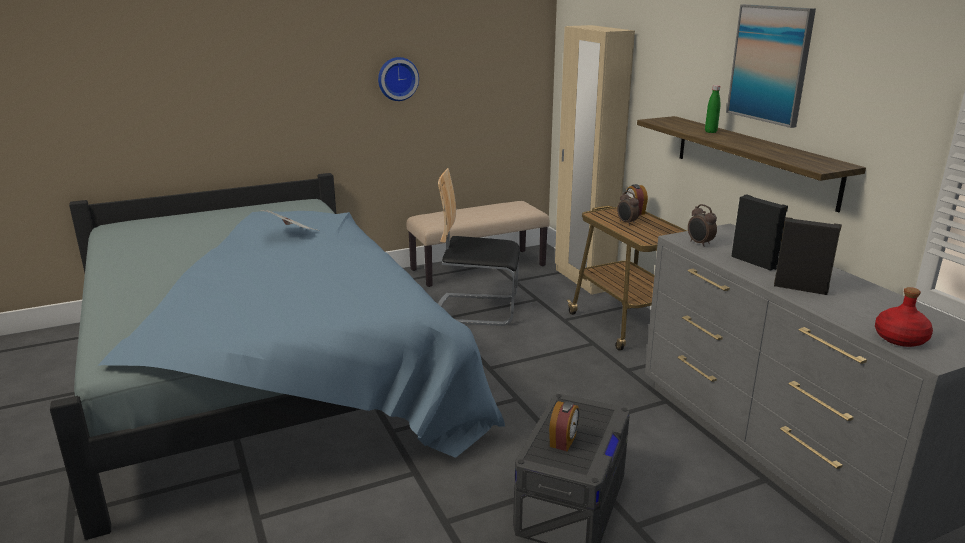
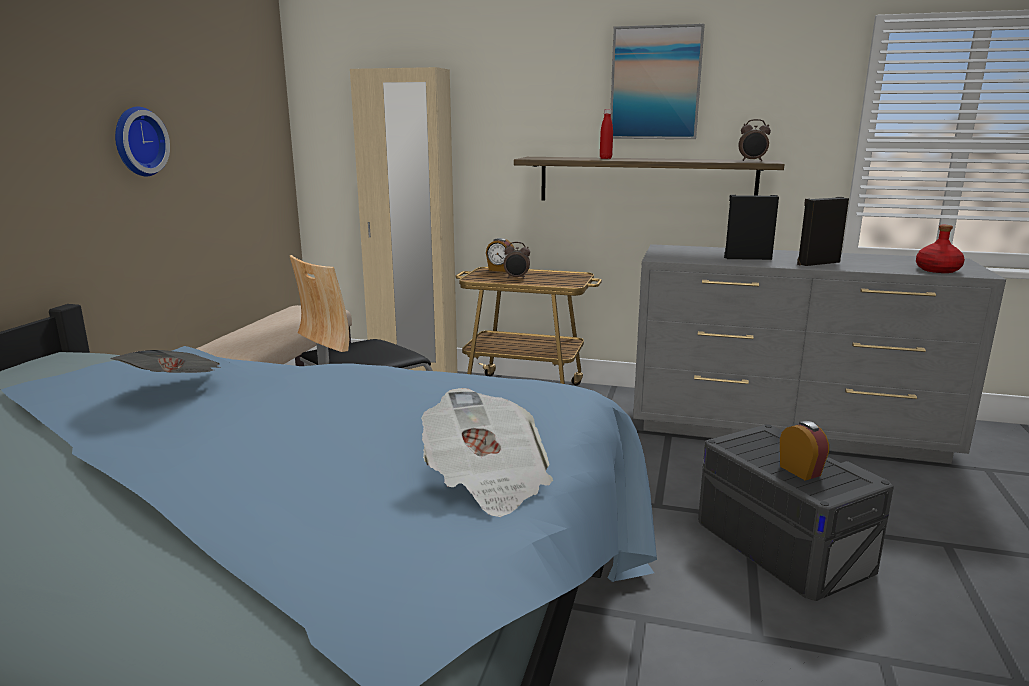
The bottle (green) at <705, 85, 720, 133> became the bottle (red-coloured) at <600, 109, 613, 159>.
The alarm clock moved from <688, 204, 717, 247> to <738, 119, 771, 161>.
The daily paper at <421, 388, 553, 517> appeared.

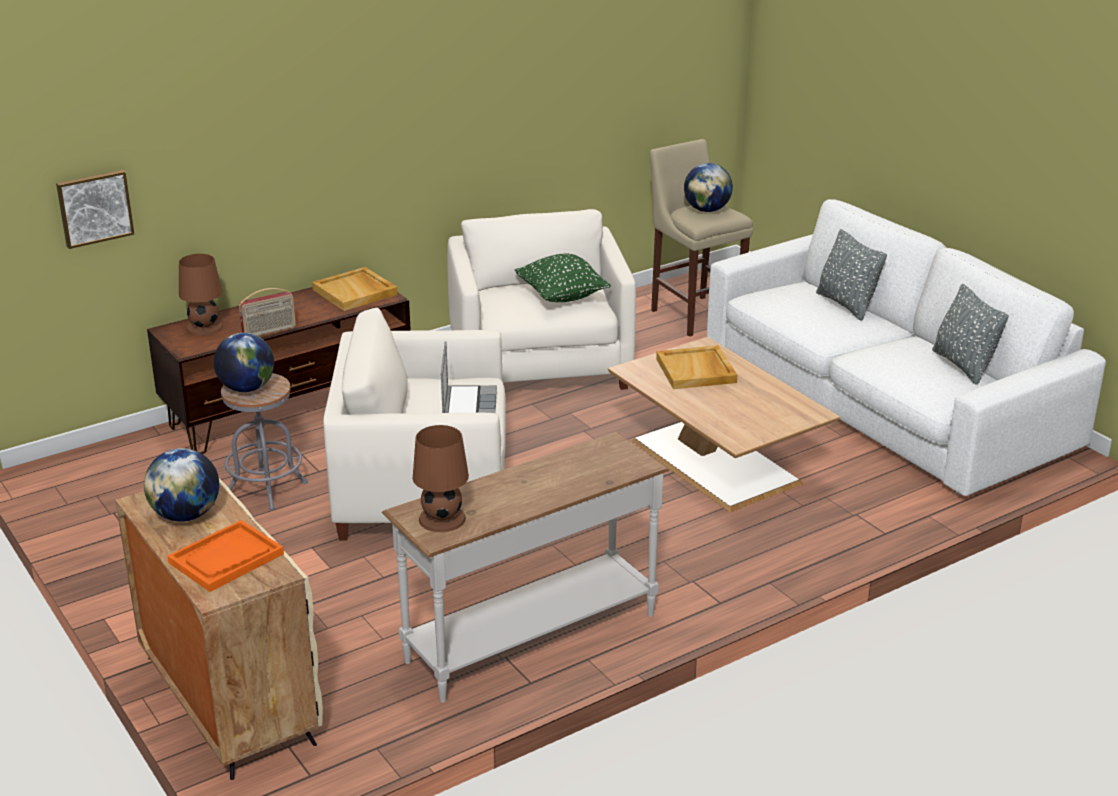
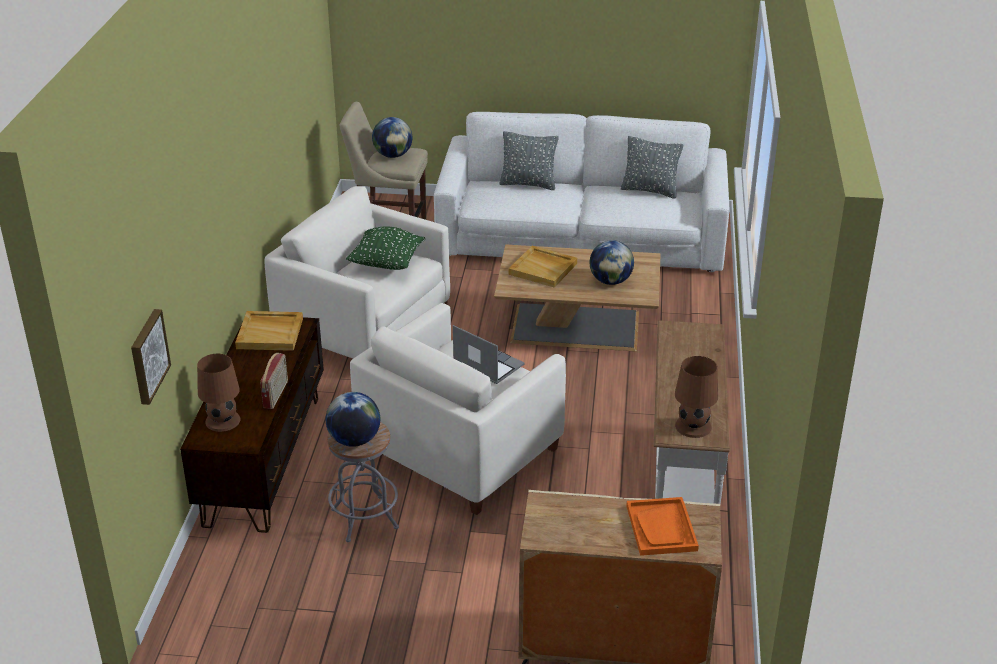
The globe moved from <144, 448, 219, 522> to <590, 240, 634, 285>.

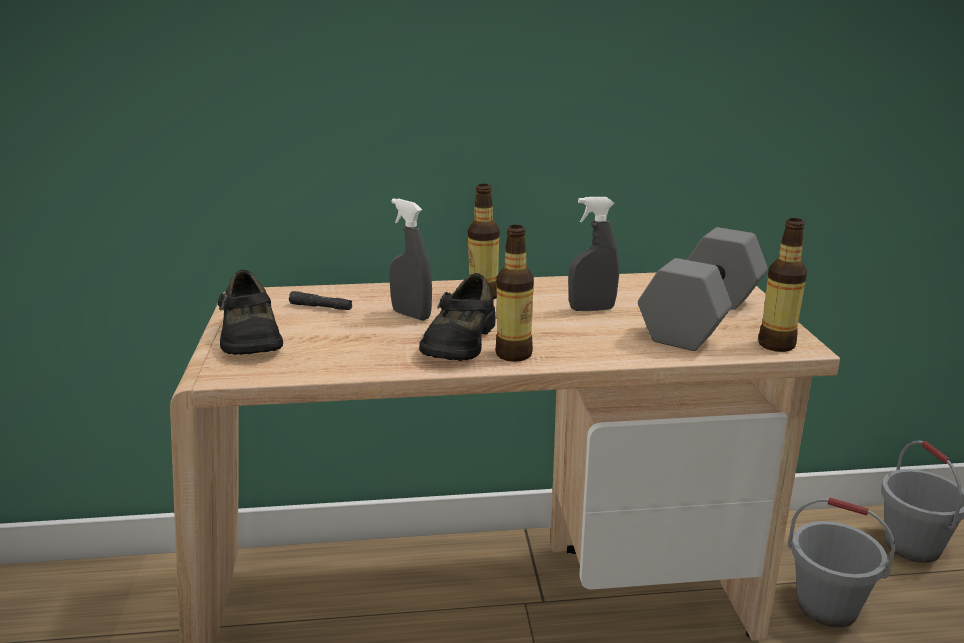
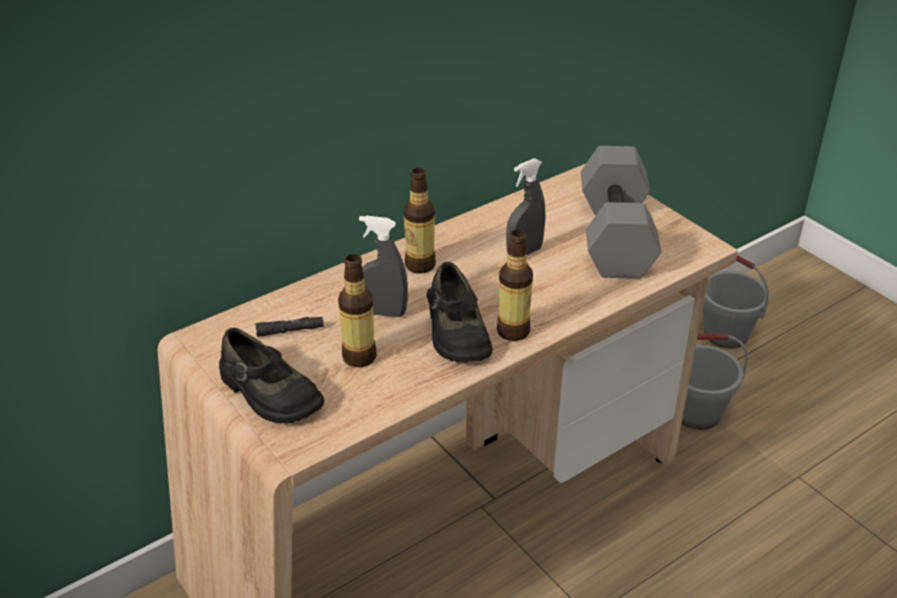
The bottle moved from <758, 218, 807, 352> to <338, 254, 377, 367>.

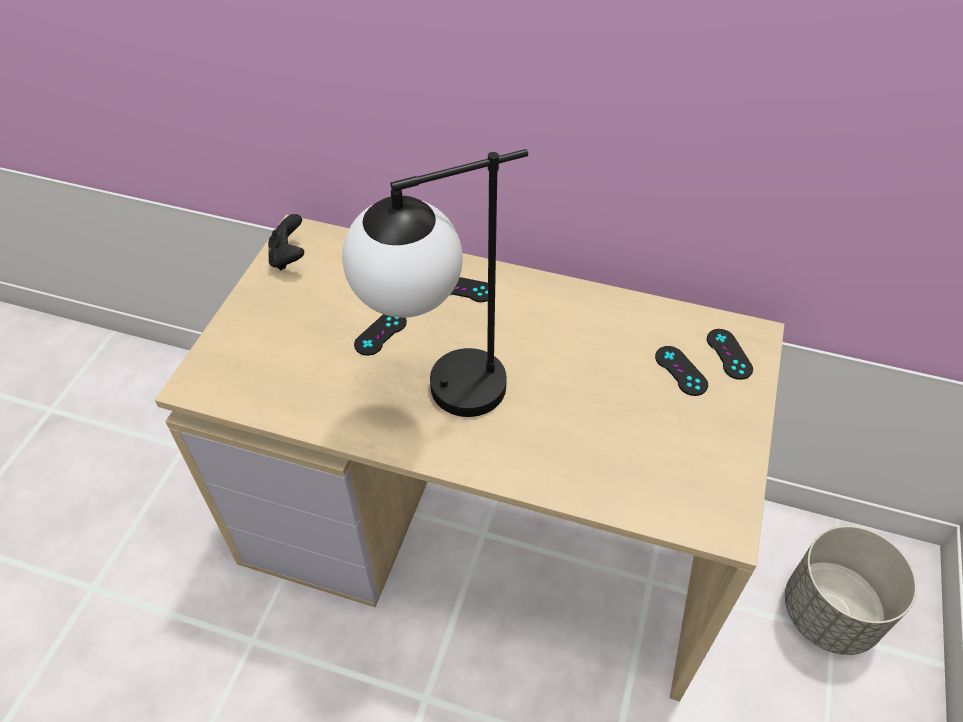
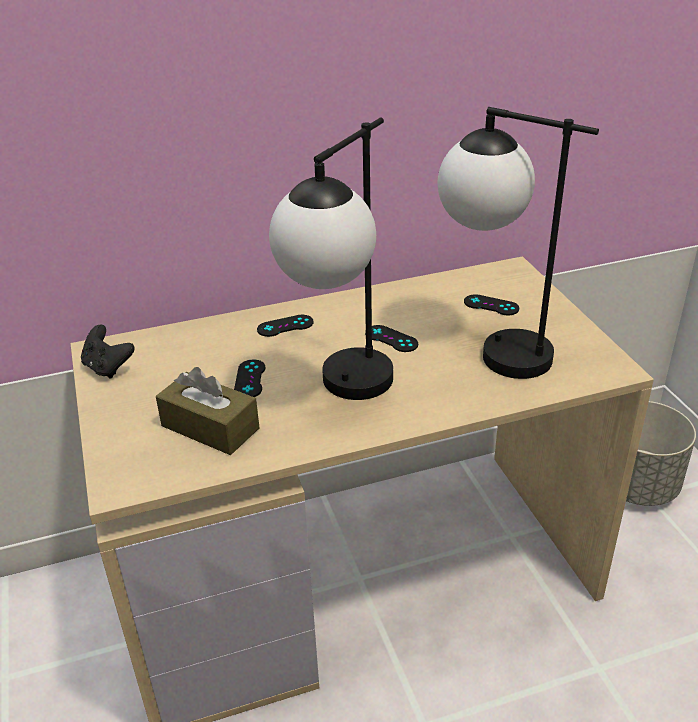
The joypad (black) moved from <707, 329, 753, 380> to <365, 325, 418, 352>.
The tabletop lamp at <438, 107, 599, 379> appeared.
The tissue holder (brown) at <156, 367, 259, 455> appeared.

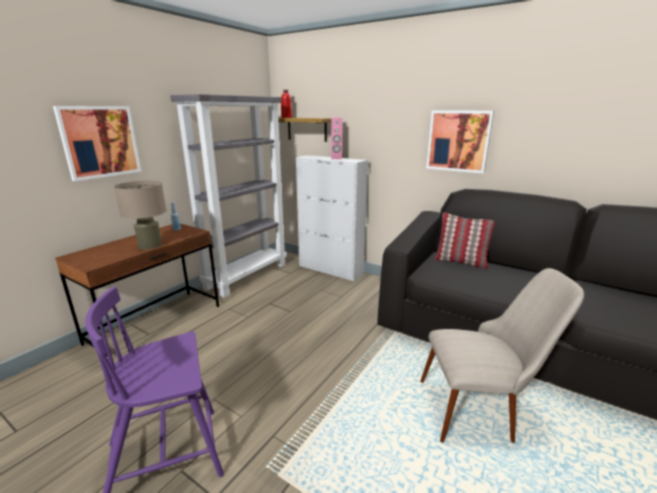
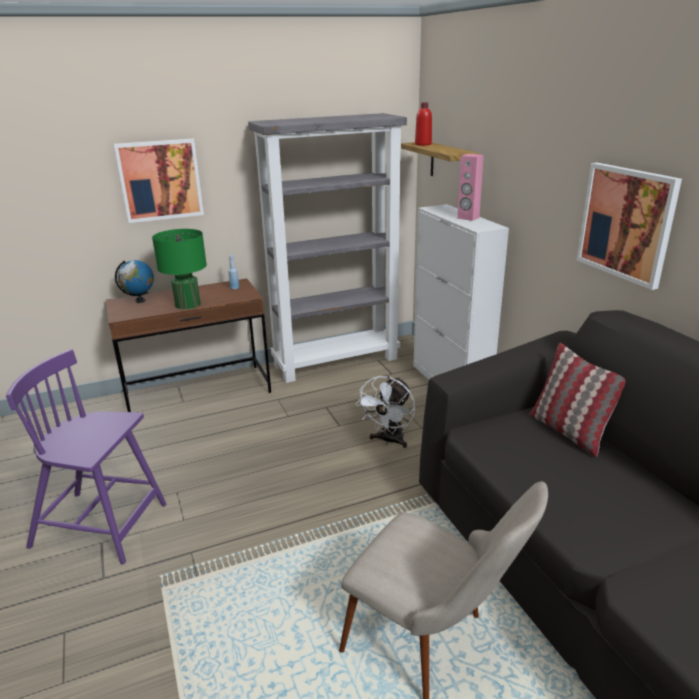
The tabletop lamp (sand-coloured) at <114, 181, 167, 250> became the tabletop lamp (green) at <152, 229, 207, 309>.
The globe at <115, 260, 154, 303> appeared.
The electric fan (white) at <356, 376, 415, 448> appeared.

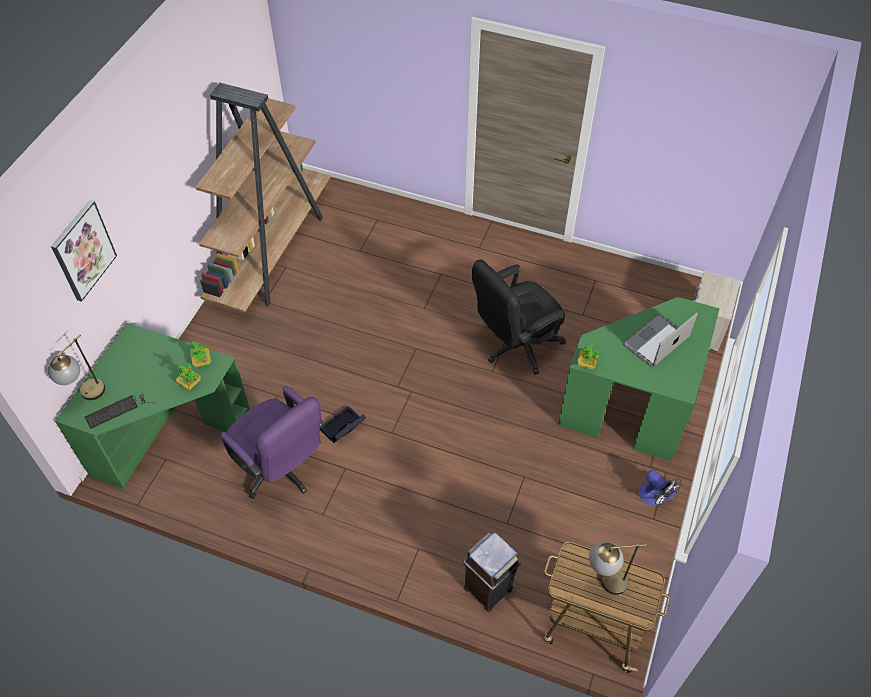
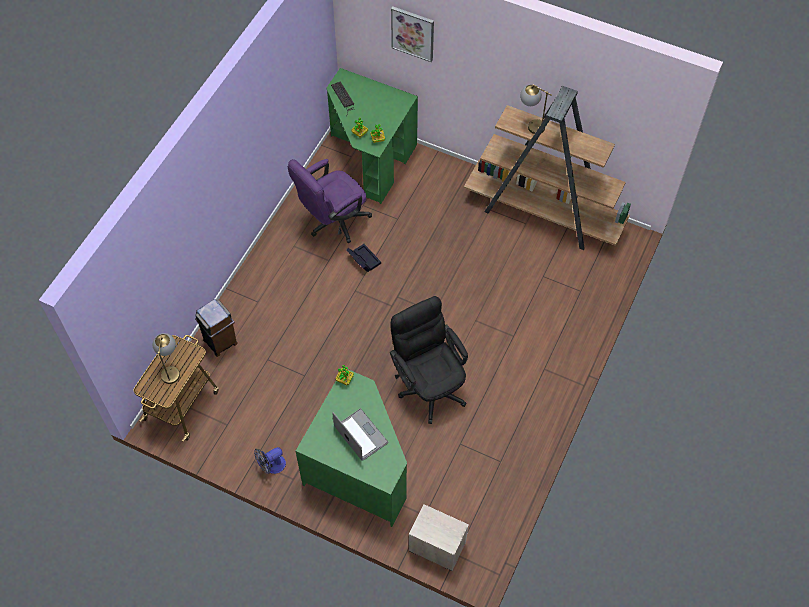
The tabletop lamp moved from <48, 334, 105, 400> to <520, 84, 552, 134>.

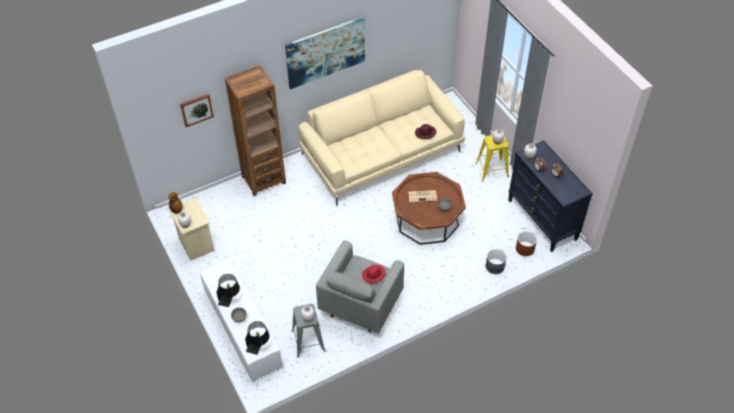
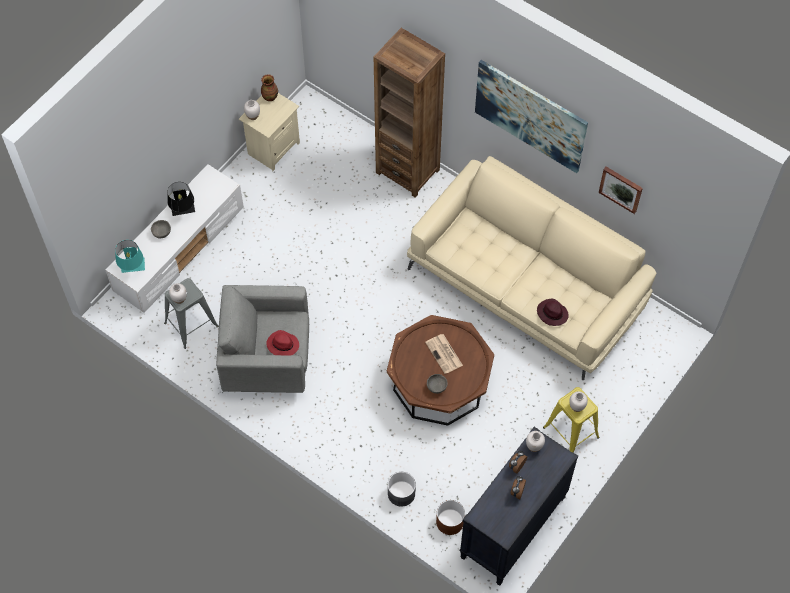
The picture moved from <180, 94, 214, 127> to <599, 167, 643, 214>.
The tabletop lamp (black) at <245, 321, 269, 355> became the tabletop lamp (blue-green) at <115, 240, 145, 273>.

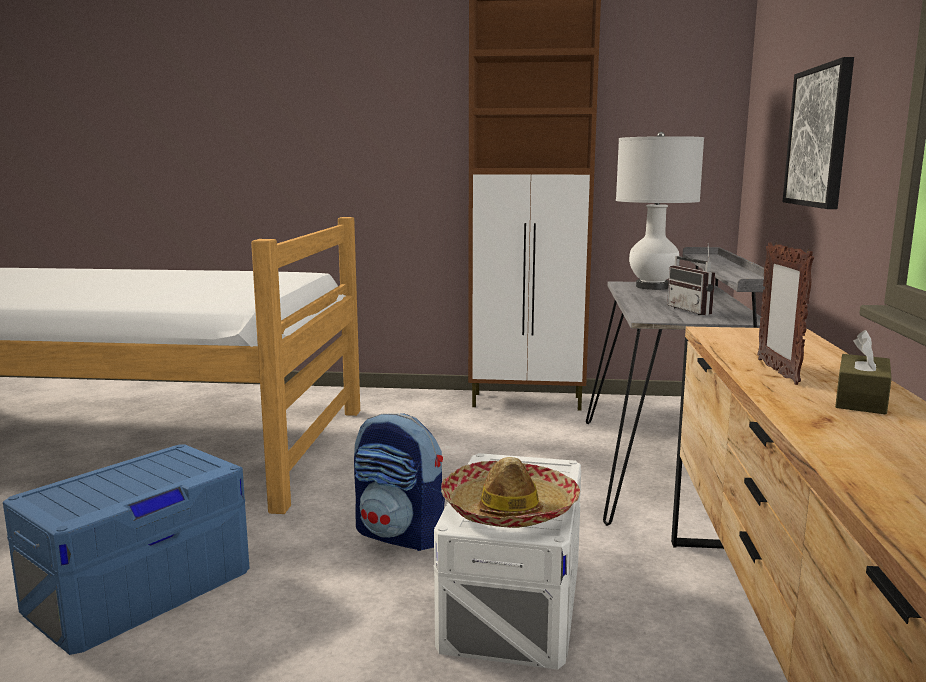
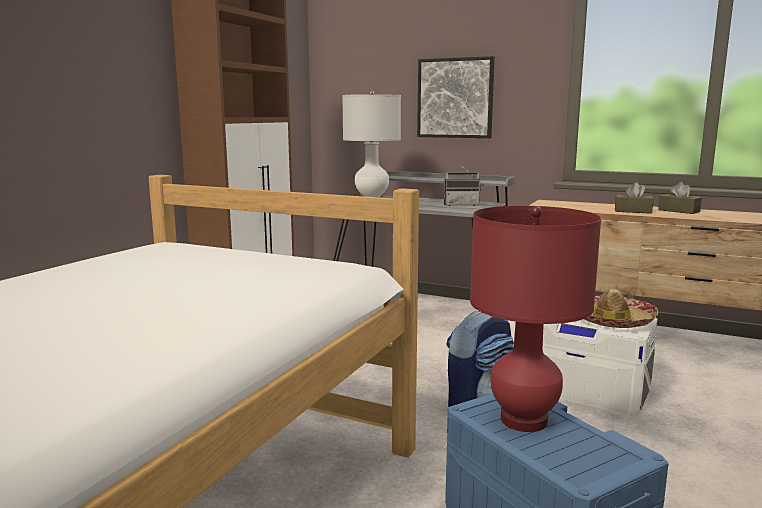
The photo frame at <757, 242, 814, 385> was replaced by the tissue holder (brown) at <615, 182, 654, 214>.
The tabletop lamp (red-coloured) at <470, 206, 601, 432> appeared.

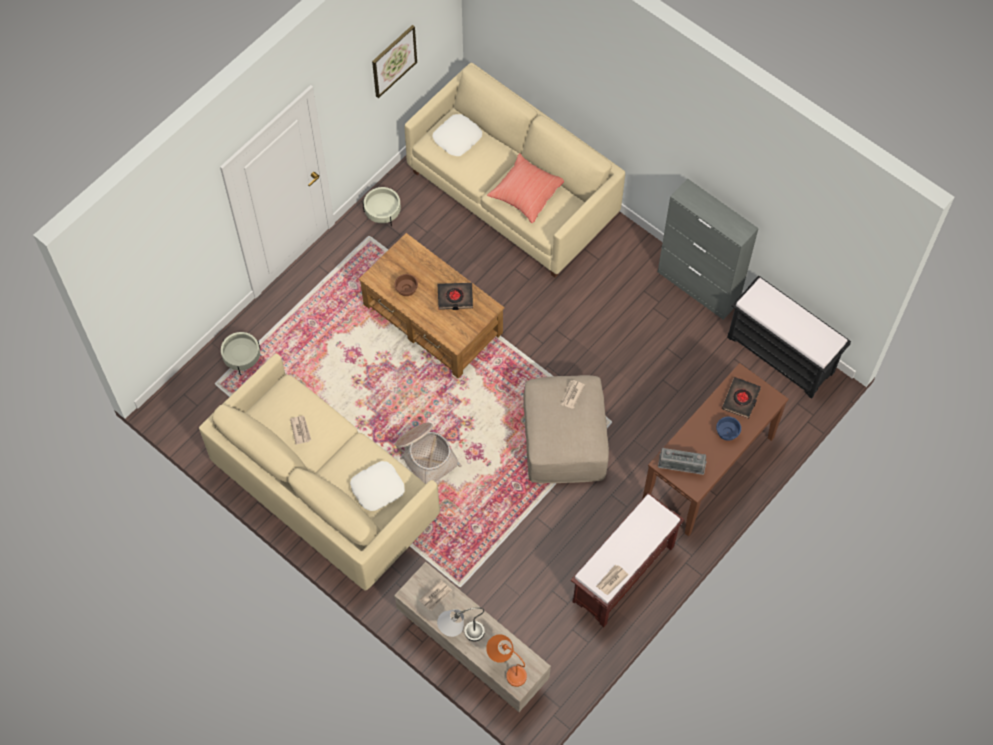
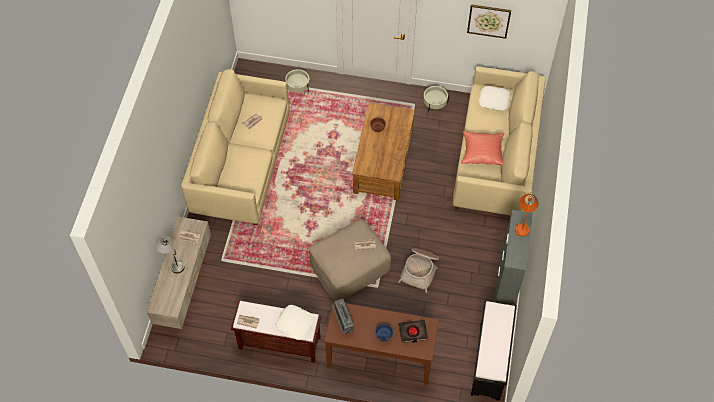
The book (black) at <438, 283, 473, 310> disappeared.
The household basket moved from <395, 423, 462, 484> to <398, 248, 439, 293>.
The pillow (white) moved from <350, 461, 405, 511> to <276, 305, 315, 340>.
The tabletop lamp (orange-coloured) moved from <486, 634, 527, 687> to <515, 194, 539, 237>.

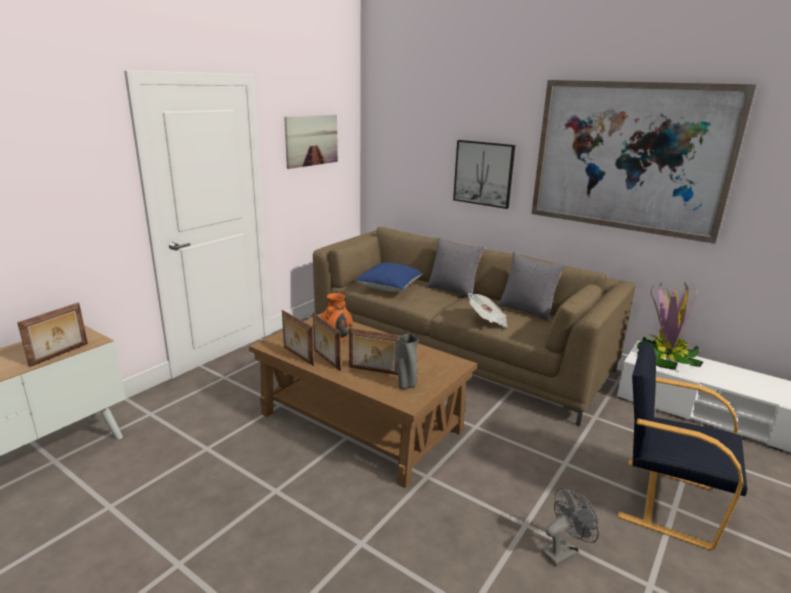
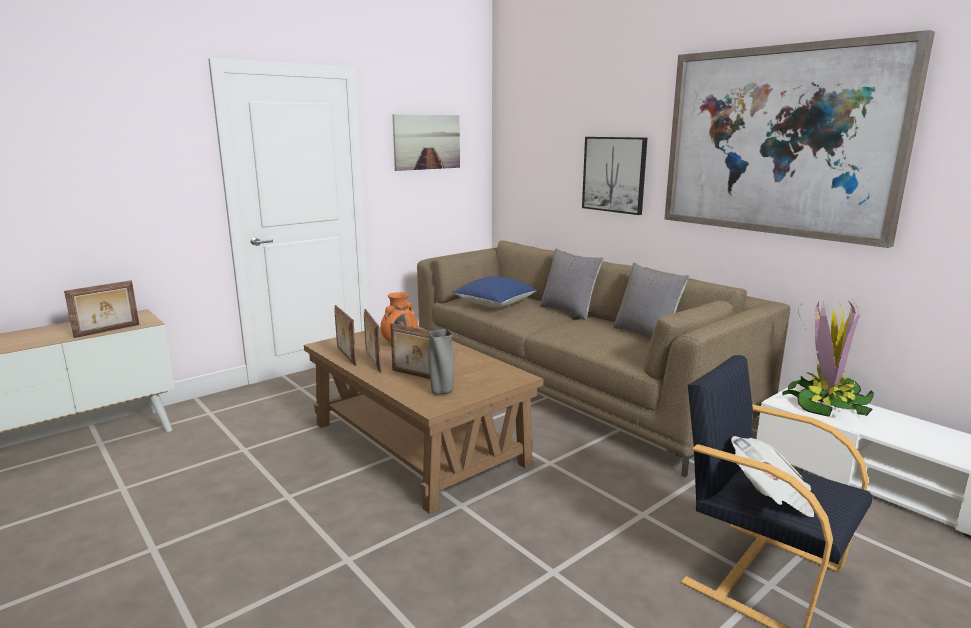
The daily paper moved from <468, 293, 508, 328> to <731, 436, 814, 517>.
The electric fan (gray) at <541, 487, 599, 566> disappeared.

